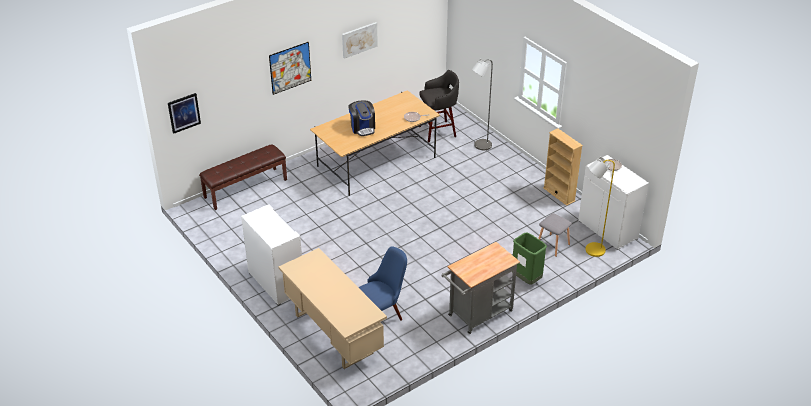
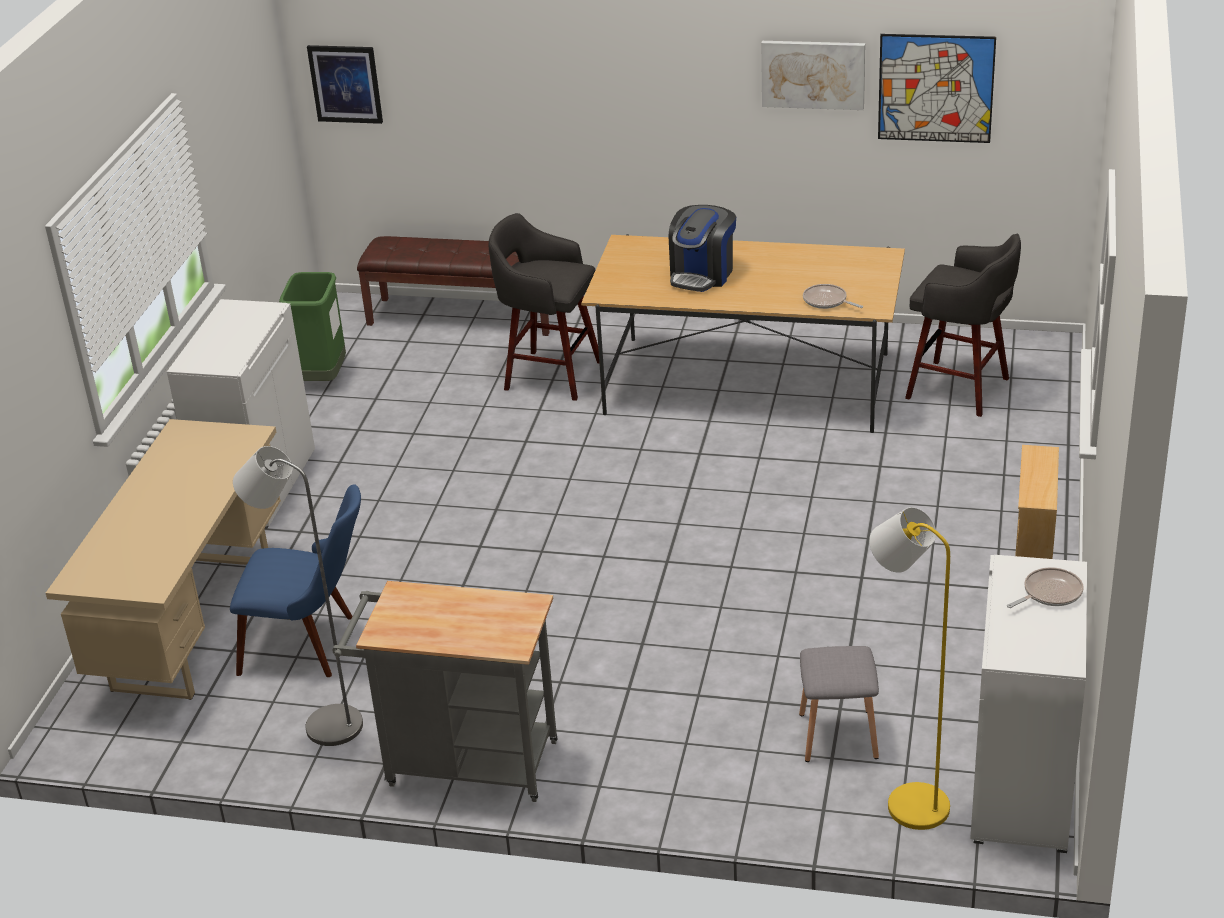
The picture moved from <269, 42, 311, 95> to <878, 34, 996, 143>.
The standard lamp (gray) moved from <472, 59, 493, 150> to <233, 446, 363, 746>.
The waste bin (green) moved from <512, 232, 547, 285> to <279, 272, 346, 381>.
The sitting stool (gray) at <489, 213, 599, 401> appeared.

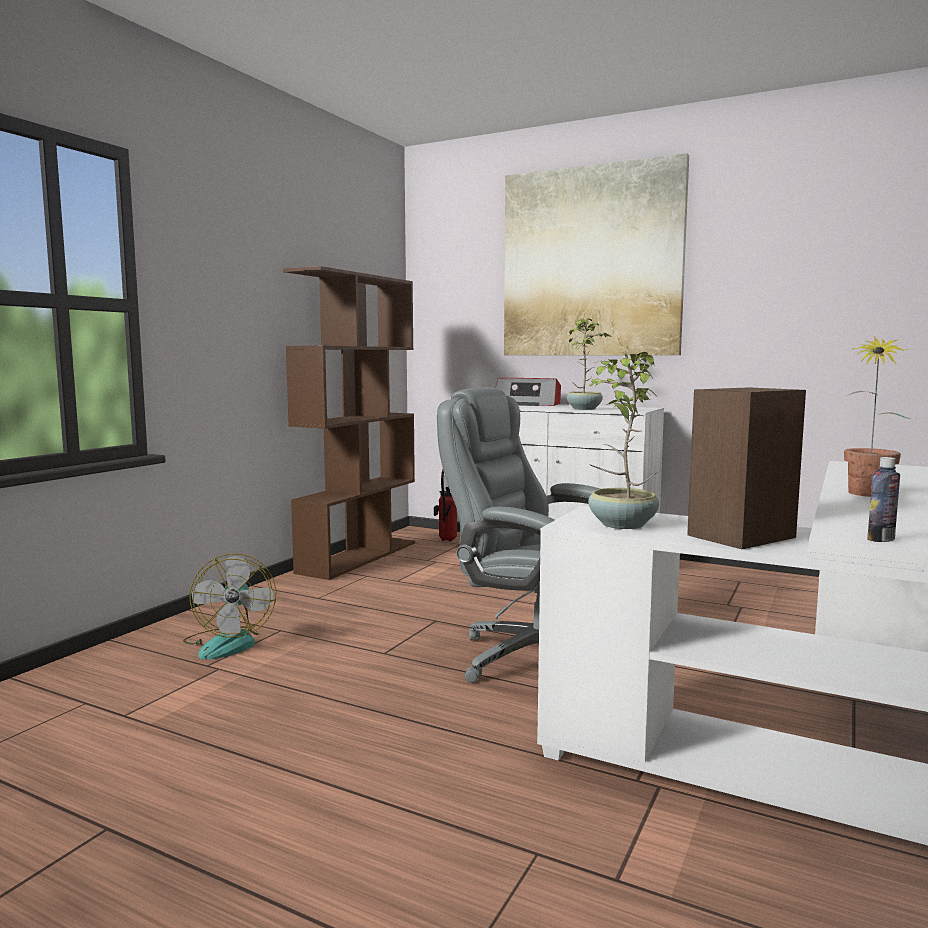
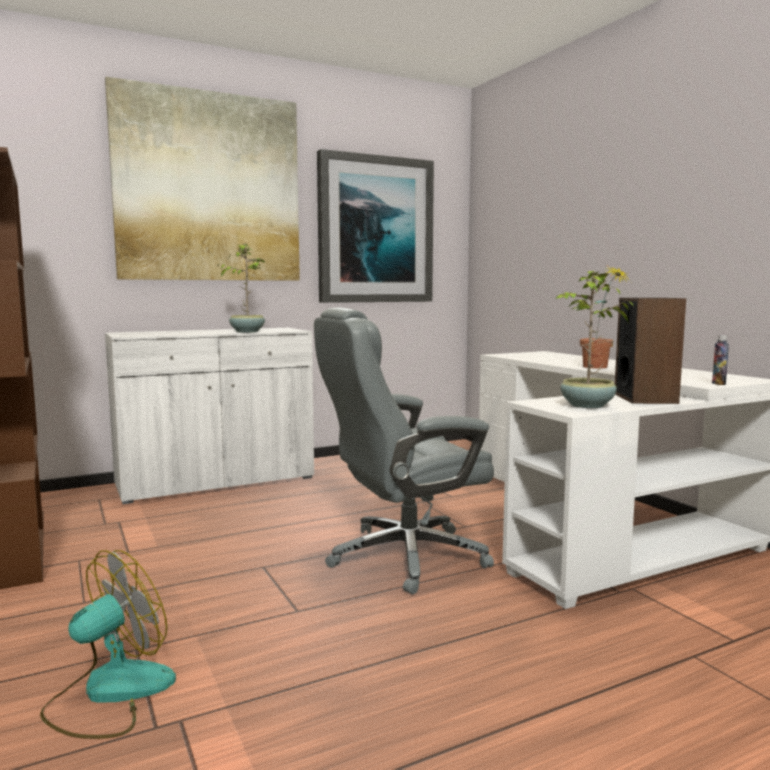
The radio at <496, 378, 561, 406> disappeared.
The fire extinguisher at <434, 470, 457, 541> disappeared.
The electric fan at <183, 554, 276, 659> turned 75 degrees counterclockwise.
The picture at <317, 149, 434, 303> appeared.

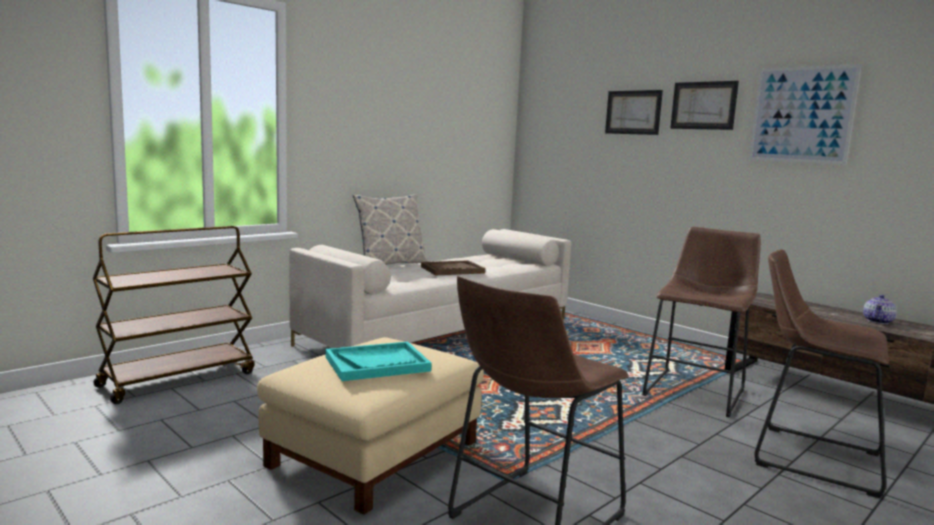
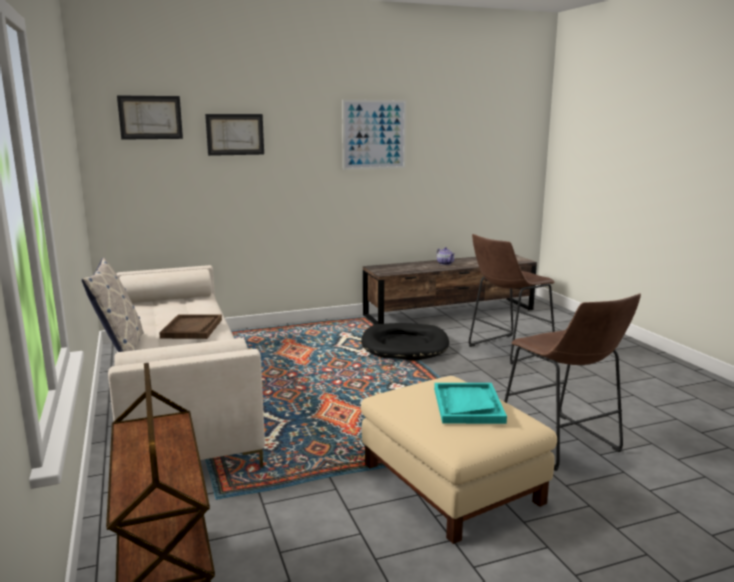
The picture moved from <670, 81, 739, 130> to <117, 95, 183, 140>.
The sitting stool (brown) at <642, 227, 761, 418> was replaced by the dog bed (black) at <361, 323, 449, 361>.

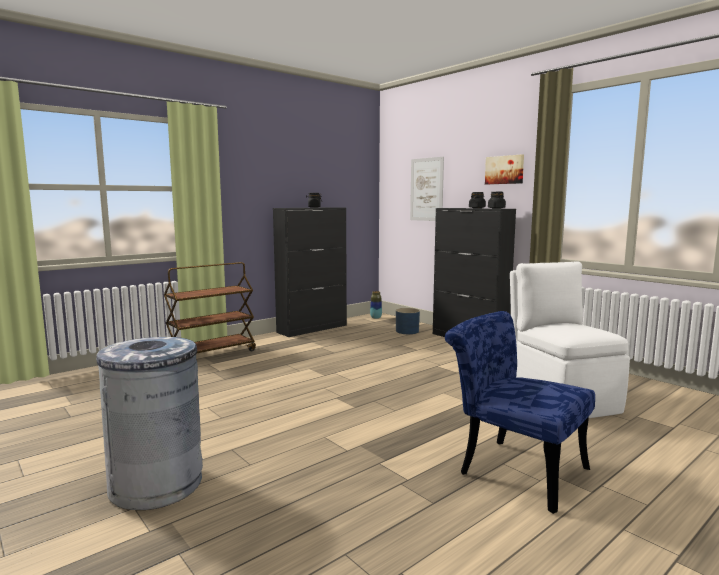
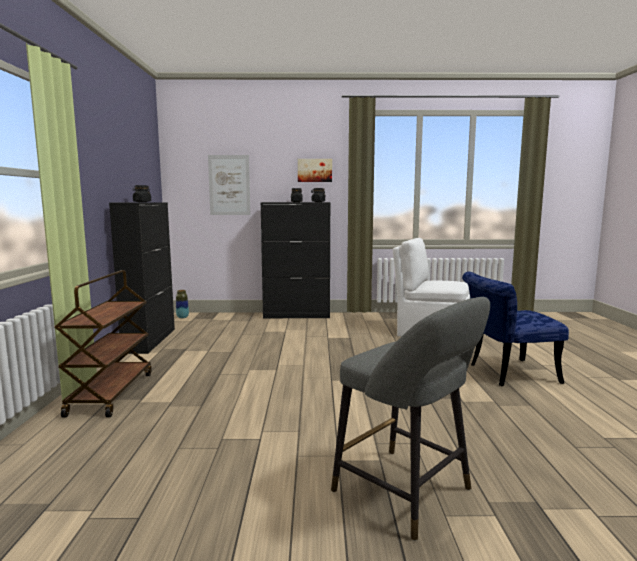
The flower pot (blue-coloured) at <396, 308, 420, 334> disappeared.
The waste bin (gray) at <96, 337, 203, 510> was replaced by the sitting stool (gray) at <331, 297, 490, 541>.

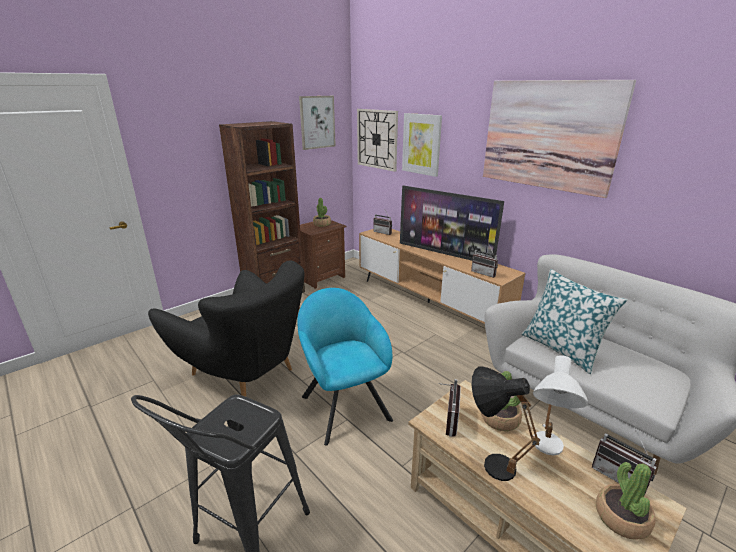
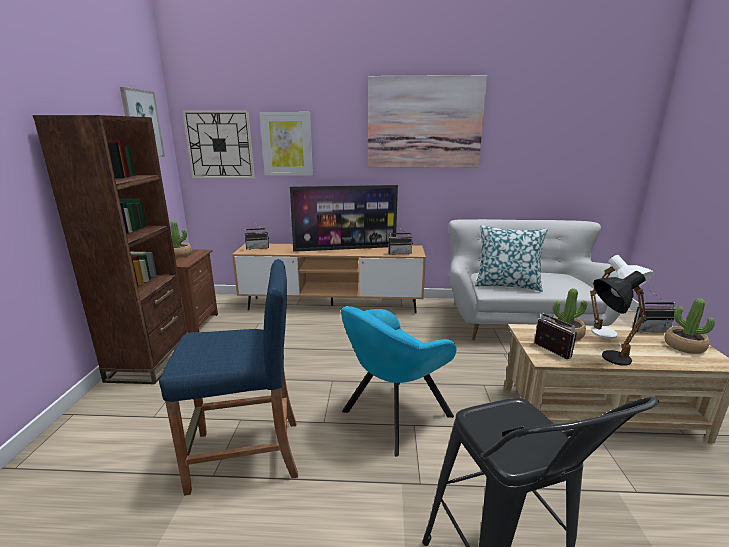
The armchair (black) at <148, 261, 305, 397> was replaced by the sitting stool (blue-coloured) at <159, 259, 298, 496>.
The armchair (blue-green) at <297, 288, 393, 446> turned 60 degrees counterclockwise.

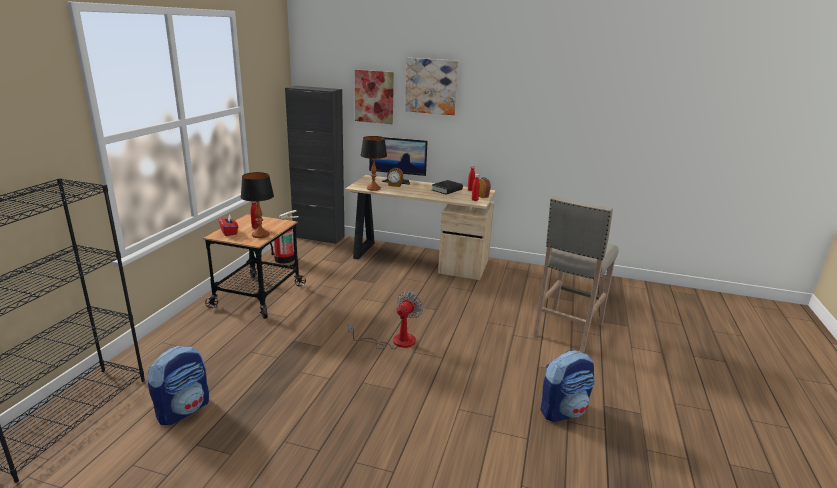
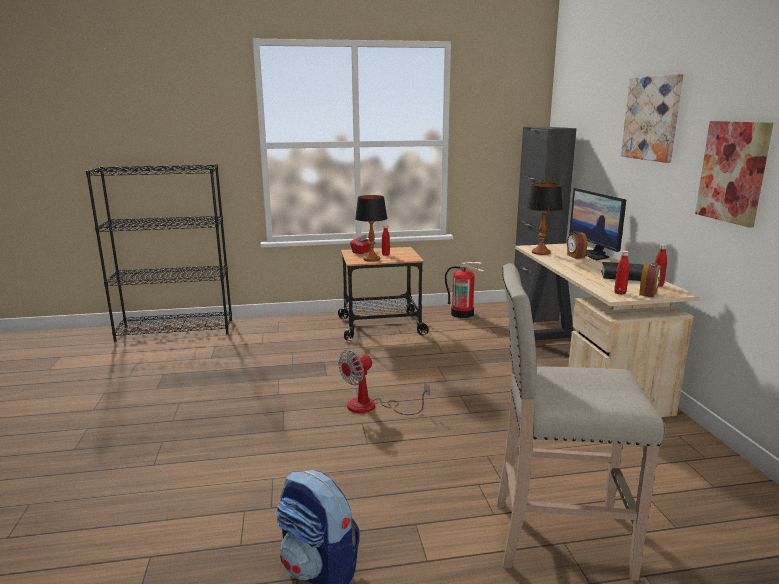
The picture moved from <355, 70, 394, 124> to <695, 121, 773, 228>.
The electric fan at <348, 291, 423, 349> turned 135 degrees clockwise.
The backpack at <148, 346, 209, 425> disappeared.

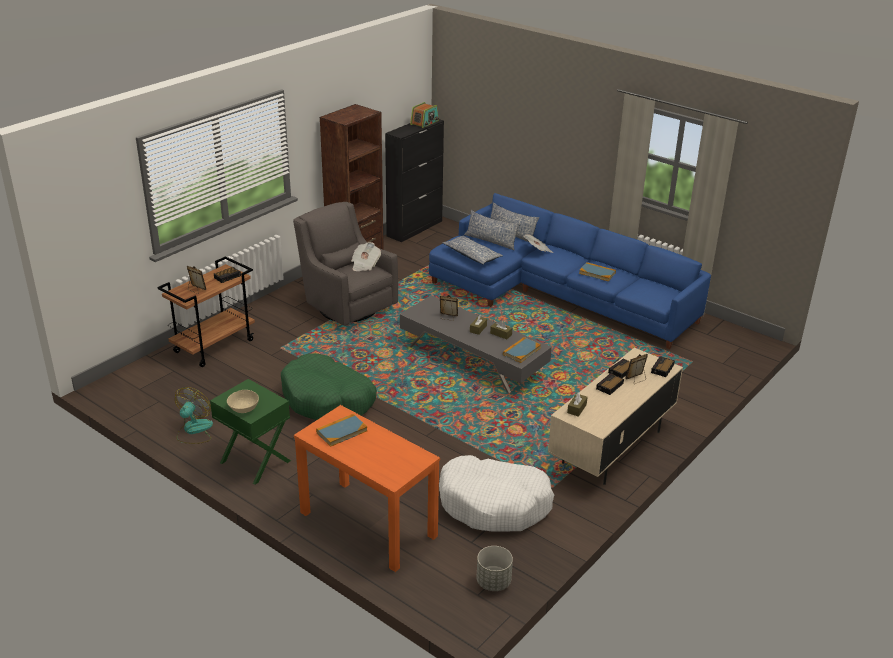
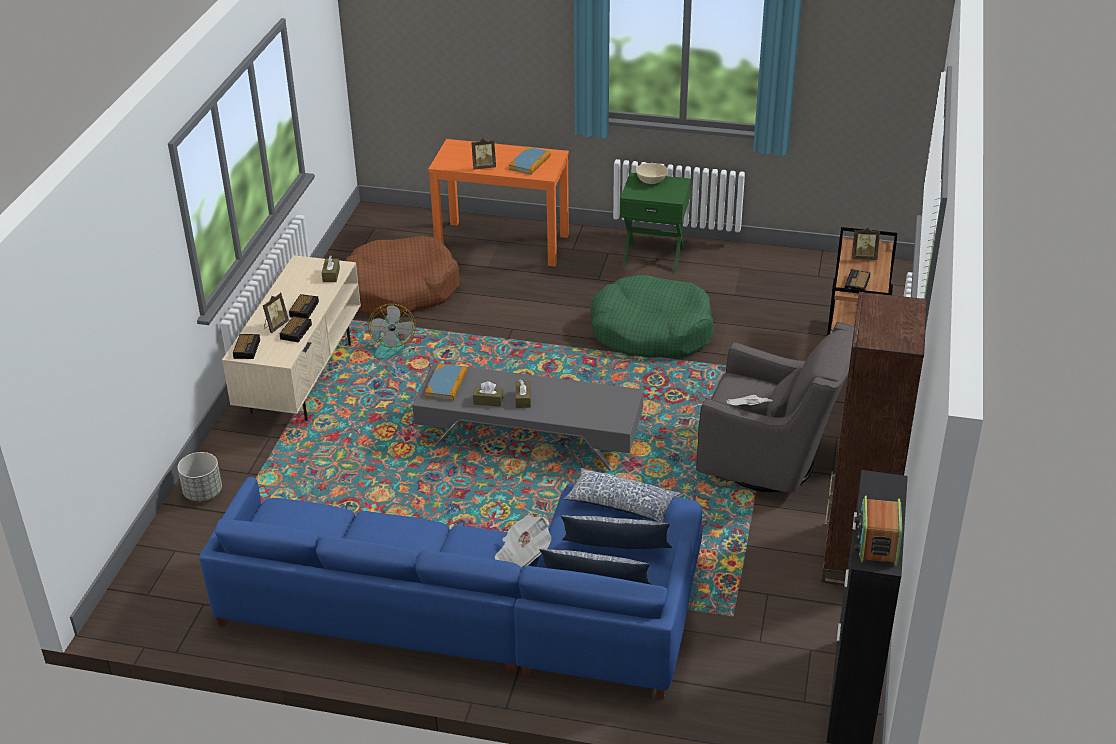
The book at <579, 262, 616, 282> disappeared.
The photo frame moved from <440, 295, 458, 321> to <471, 138, 496, 170>.
The electric fan moved from <175, 387, 213, 444> to <368, 304, 416, 359>.
The dog bed (white) at <439, 455, 554, 532> became the dog bed (brown) at <345, 236, 459, 315>.
The flower pot (gray) moved from <477, 546, 513, 591> to <178, 452, 222, 501>.

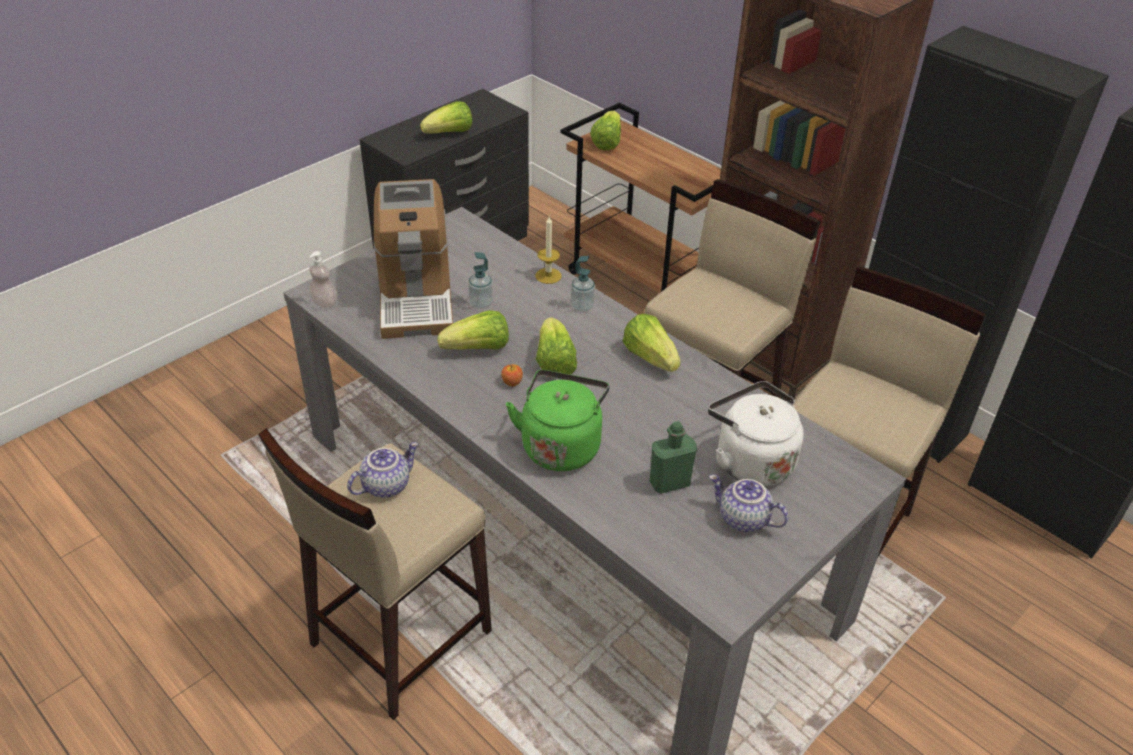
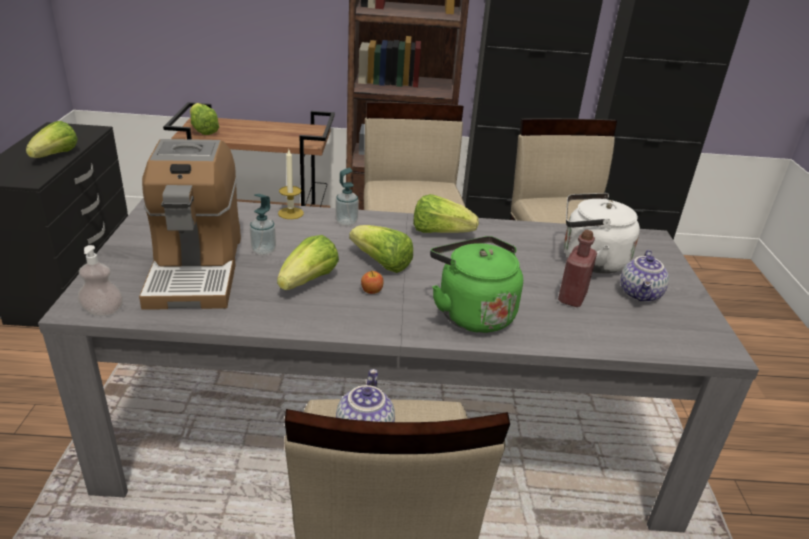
The coffee machine at <374, 179, 453, 339> turned 45 degrees clockwise.
The bottle (green) at <650, 421, 697, 494> became the bottle (red-coloured) at <558, 230, 597, 307>.
The teapot at <709, 474, 788, 532> turned 60 degrees counterclockwise.

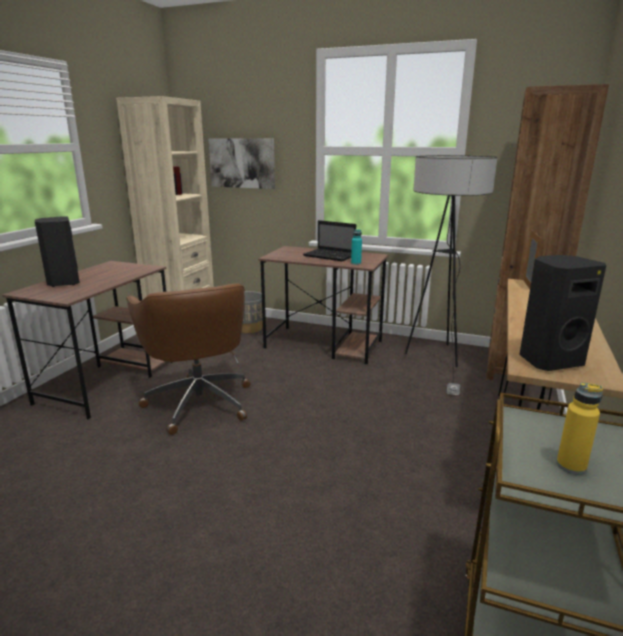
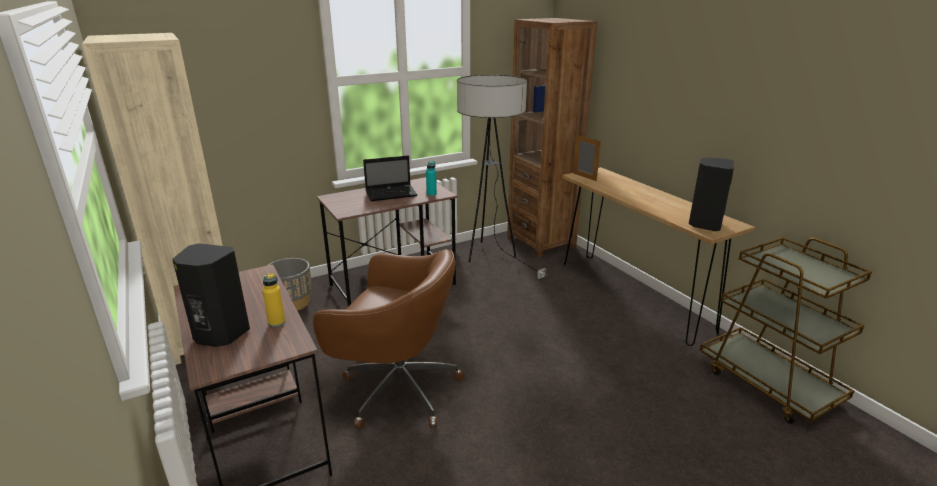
The picture at <208, 138, 275, 189> disappeared.
The bottle (yellow-coloured) moved from <557, 382, 603, 474> to <262, 273, 285, 327>.

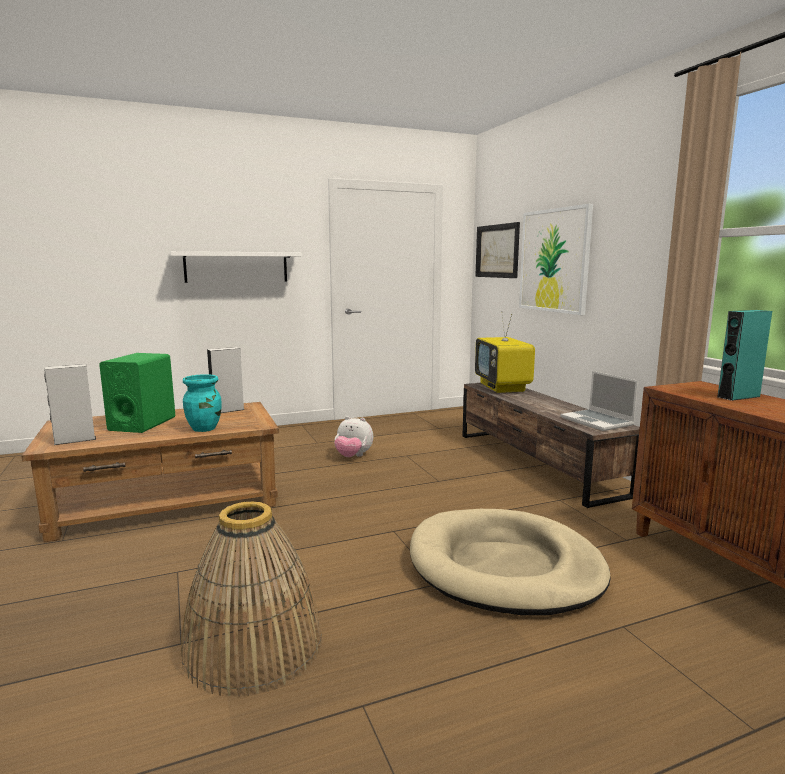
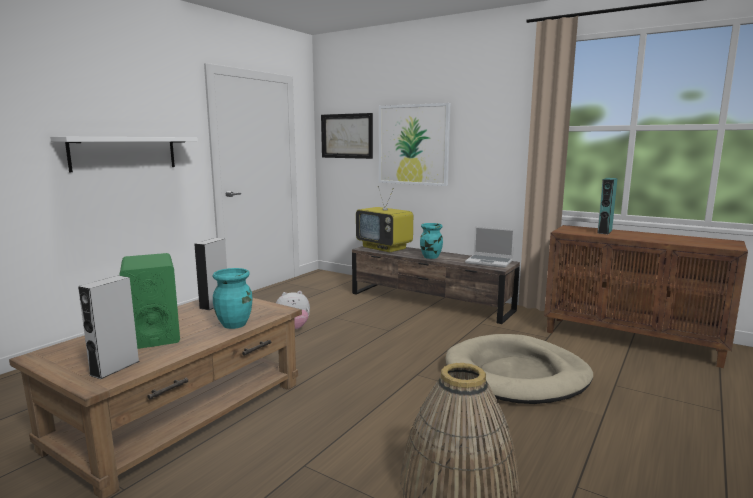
The decorative vase (blue-green) at <420, 223, 443, 259> appeared.

